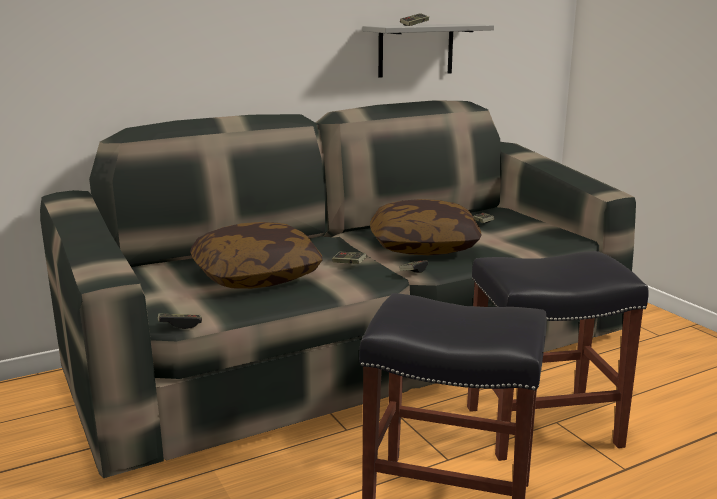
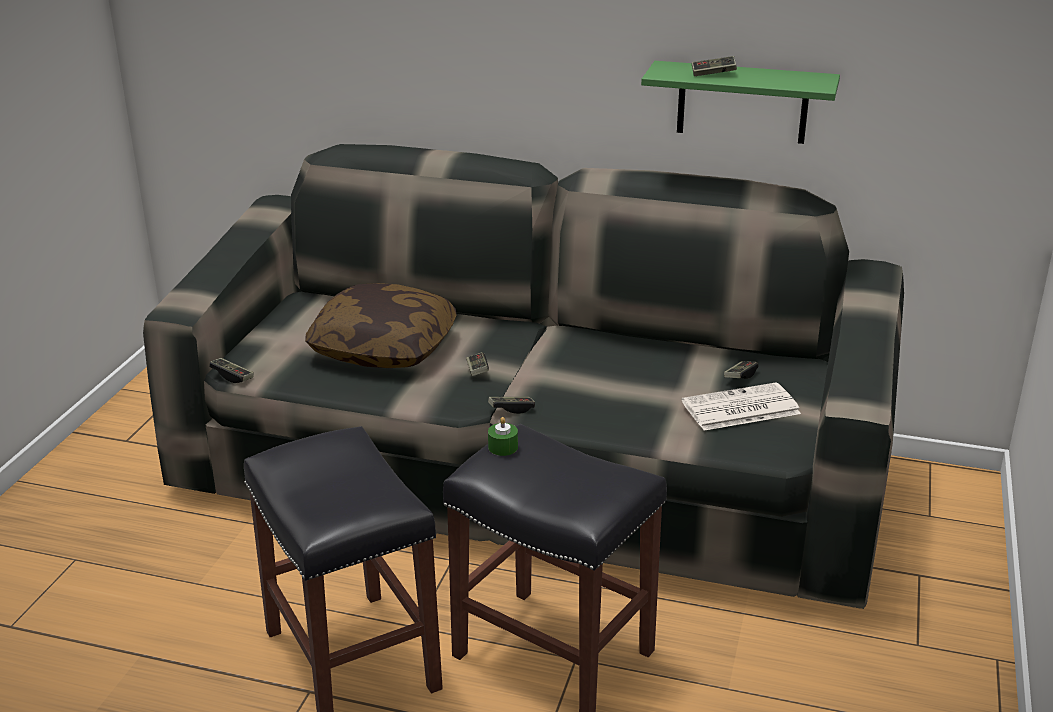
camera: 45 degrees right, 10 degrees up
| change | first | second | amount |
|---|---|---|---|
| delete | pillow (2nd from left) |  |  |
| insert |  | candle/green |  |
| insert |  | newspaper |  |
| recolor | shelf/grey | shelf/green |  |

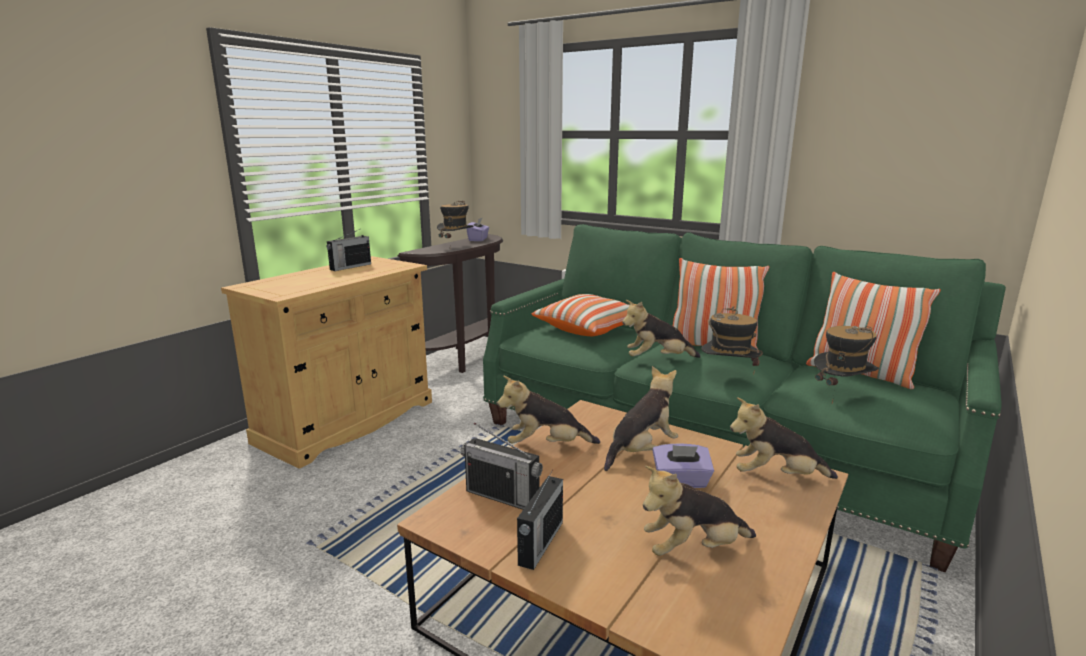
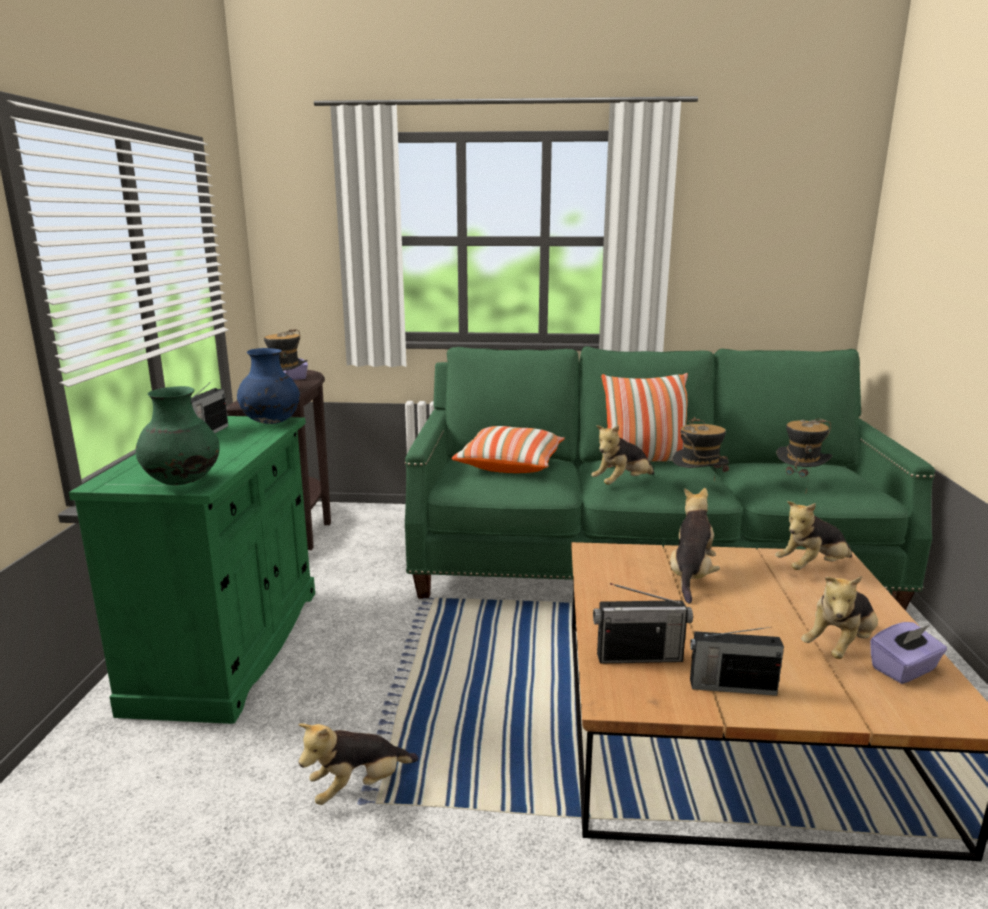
camera: 30 degrees left, 0 degrees up
| change | first | second | amount |
|---|---|---|---|
| delete | pillow (3rd from left) |  |  |
| insert |  | vase/green |  |
| insert |  | vase/blue |  |
| move | plush toy (1st from left) |  |  |
| move | tissue box/purple (2nd from left) |  |  |
| recolor | cabinet/beige | cabinet/green |  |
| rotate | radio (3rd from left) |  | 105 degrees clockwise |

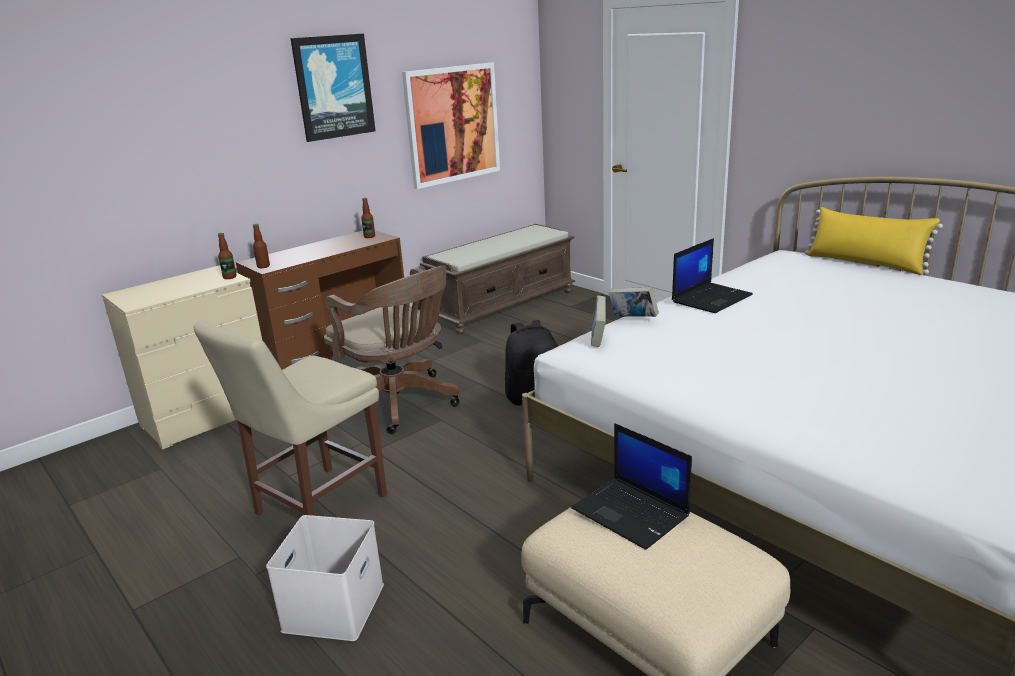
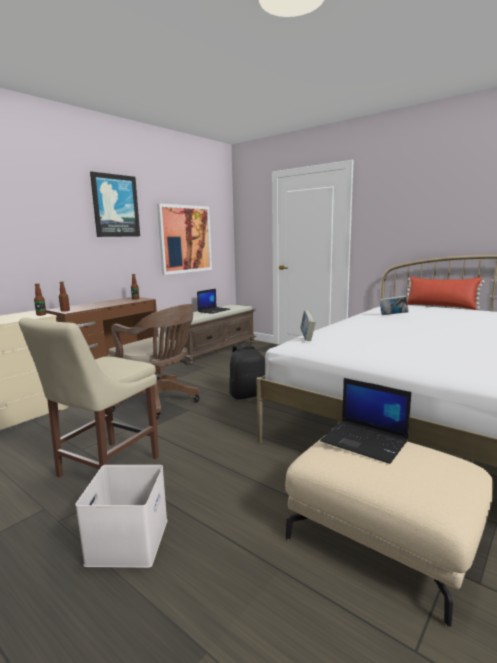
camera: 10 degrees left, 10 degrees down
| change | first | second | amount |
|---|---|---|---|
| move | book (2nd from left) |  |  |
| move | laptop (2nd from left in the first image) | laptop (1st from left) |  |
| recolor | pillow/yellow | pillow/red |  |

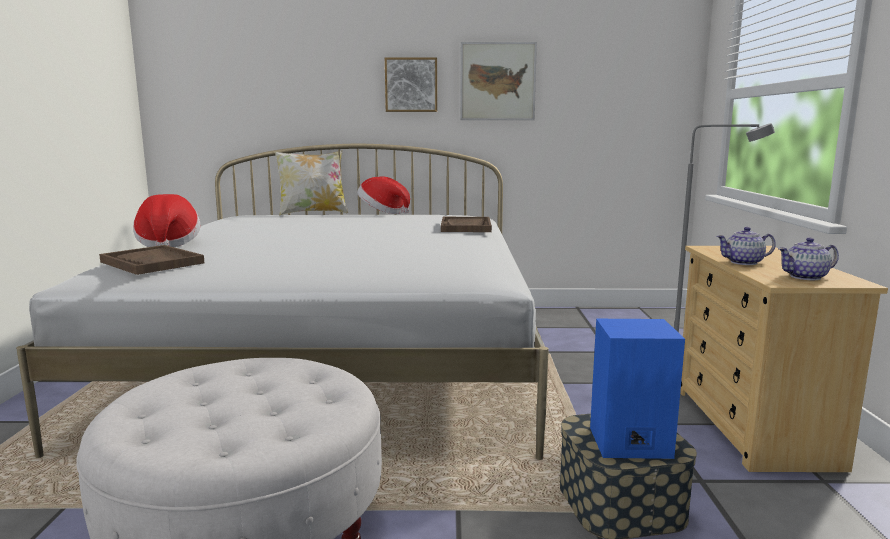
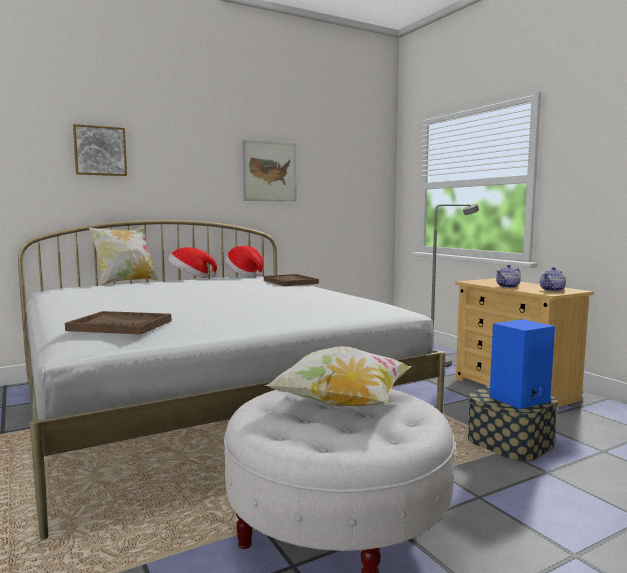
camera: 30 degrees left, 5 degrees down
| change | first | second | amount |
|---|---|---|---|
| insert |  | pillow (2nd from left) |  |
| move | hat (1st from left in the first image) | hat (2nd from left) |  |
| move | picture (1st from left) |  |  |

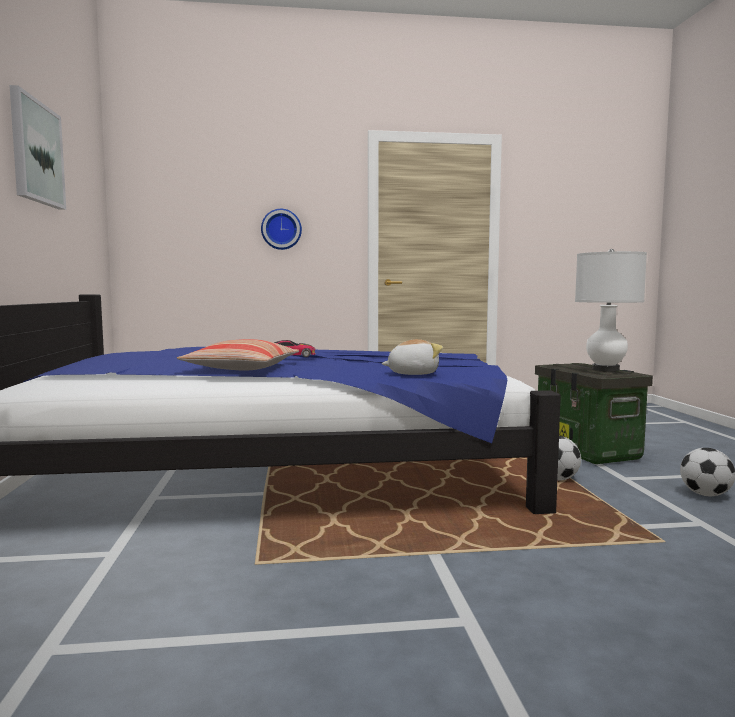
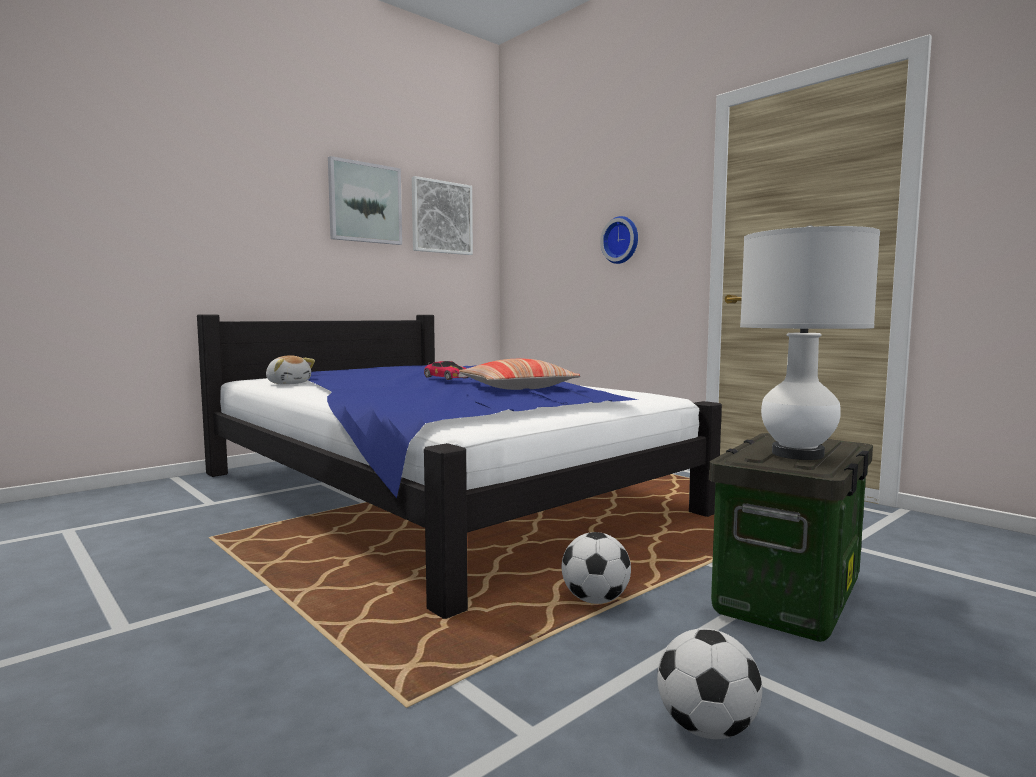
camera: 55 degrees right, 0 degrees up
| change | first | second | amount |
|---|---|---|---|
| insert |  | picture (2nd from left) |  |
| move | pillow |  |  |
| move | plush toy |  |  |

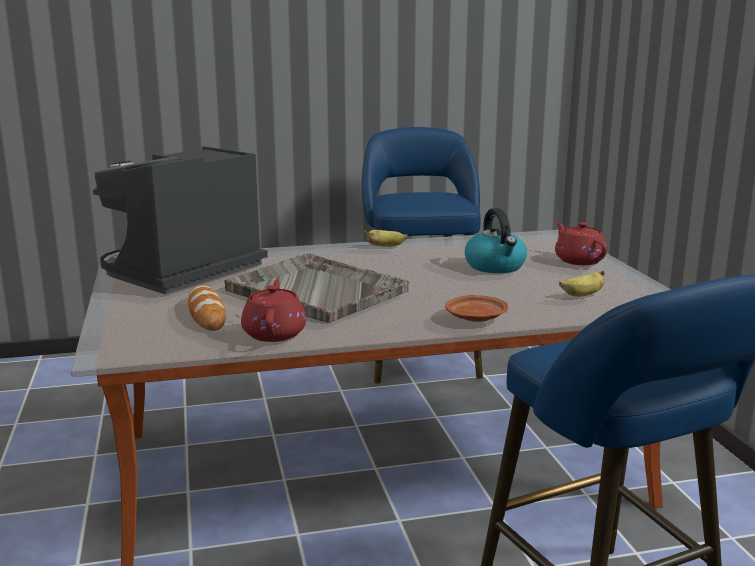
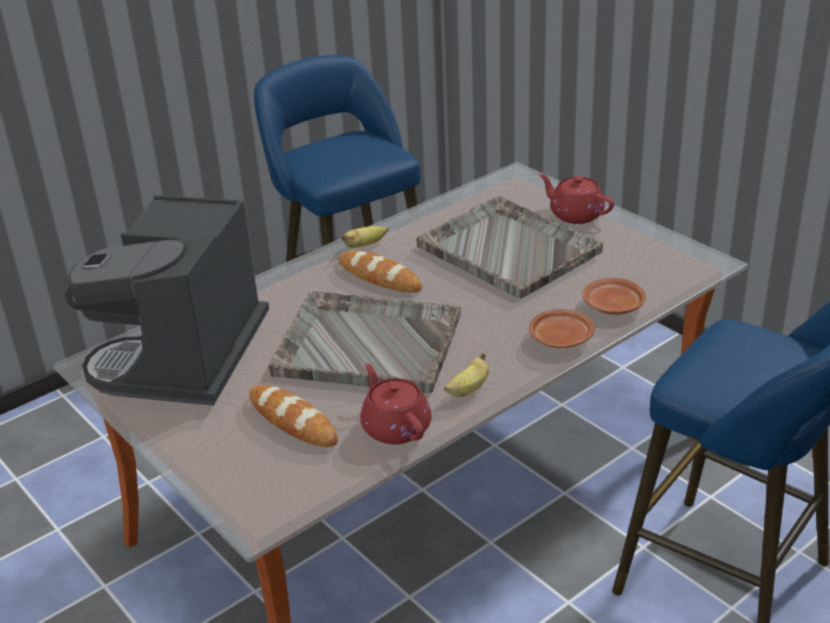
camera: 25 degrees left, 15 degrees up
| change | first | second | amount |
|---|---|---|---|
| insert |  | bread (2nd from left) |  |
| insert |  | plate/brown (2nd from left) |  |
| move | banana (2nd from left) |  |  |
| replace | kettle | tray/grey (2nd from left) |  |

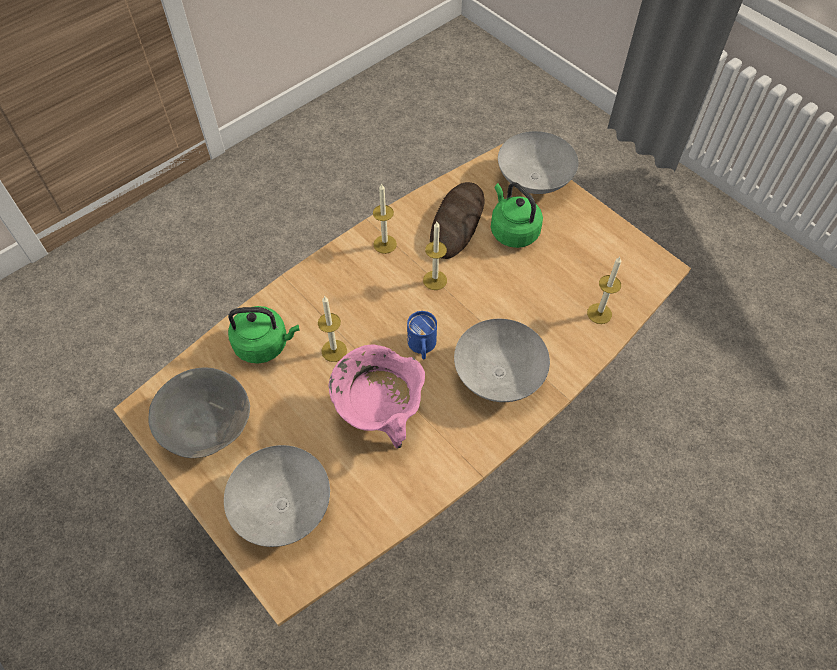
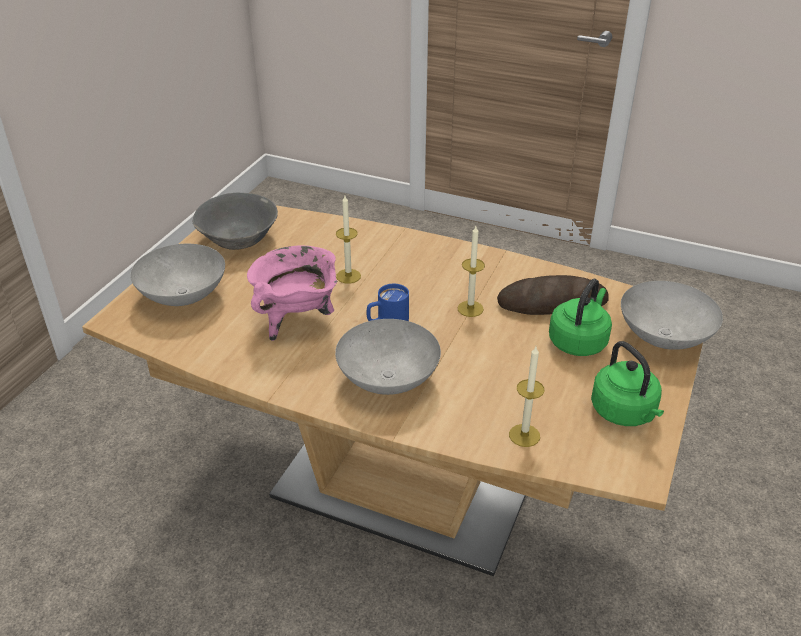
camera: 65 degrees right, 20 degrees down
| change | first | second | amount |
|---|---|---|---|
| delete | candle (2nd from left) |  |  |
| move | kettle/green (1st from left in the first image) | kettle/green (2nd from left) |  |

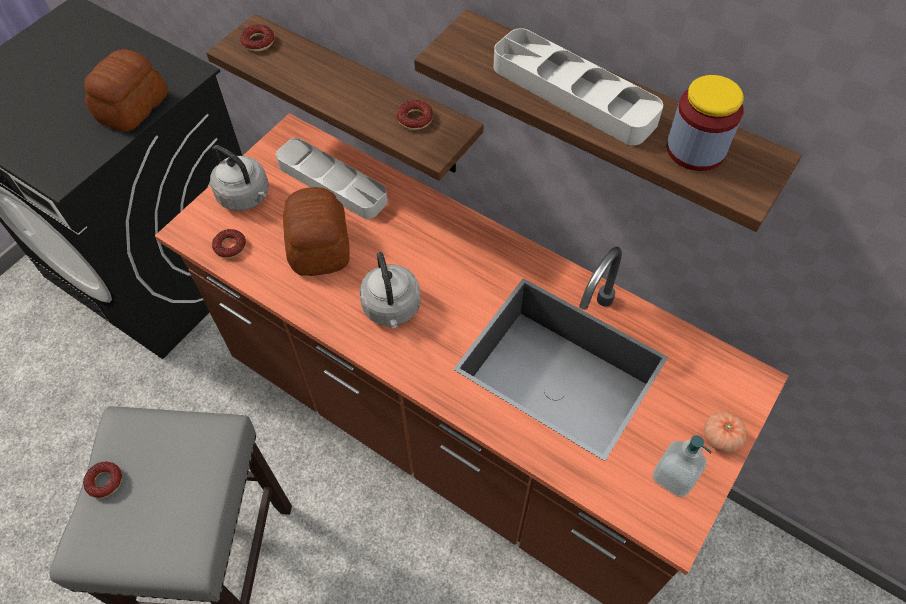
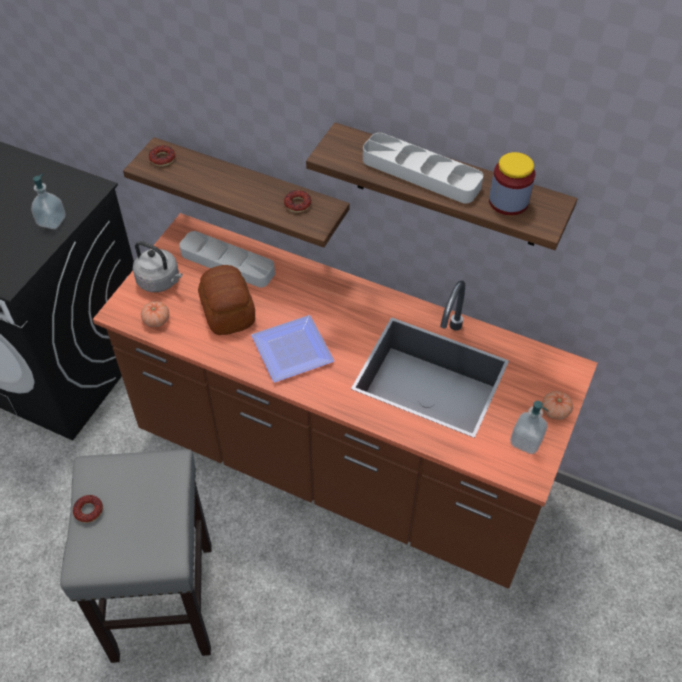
camera: 10 degrees left, 5 degrees down
| change | first | second | amount |
|---|---|---|---|
| replace | bread (1st from left) | soap dispenser (1st from left) |  |
| replace | donut (2nd from left) | tomato (1st from left) |  |
| replace | kettle/grey (2nd from left) | plate |  |

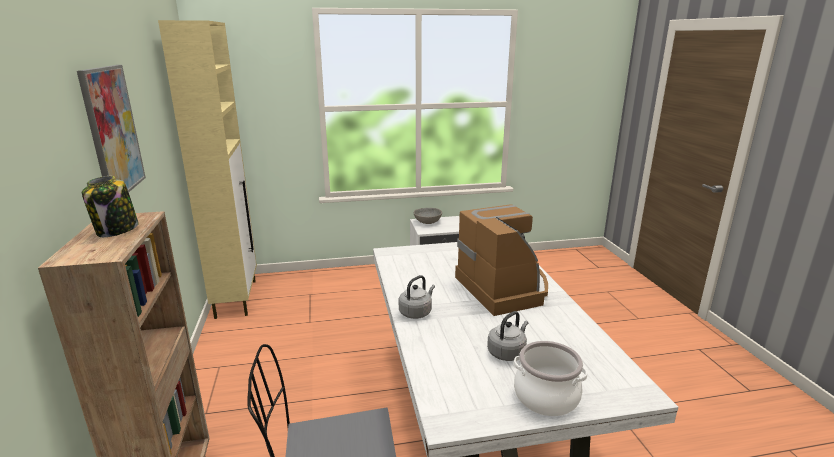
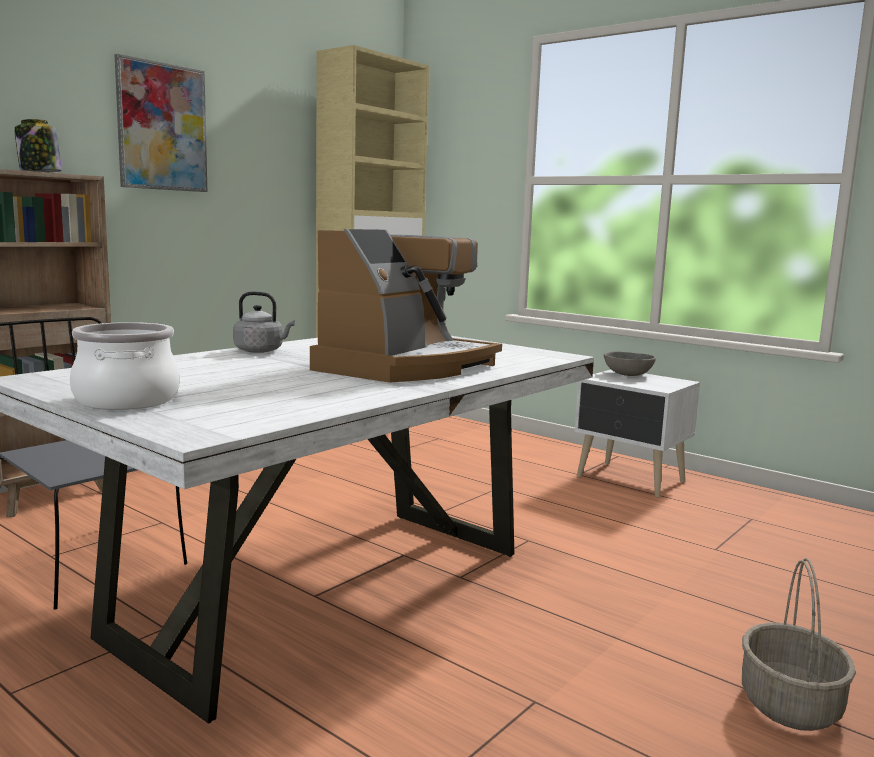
camera: 50 degrees right, 10 degrees down
| change | first | second | amount |
|---|---|---|---|
| delete | kettle/grey (2nd from left) |  |  |
| insert |  | basket |  |

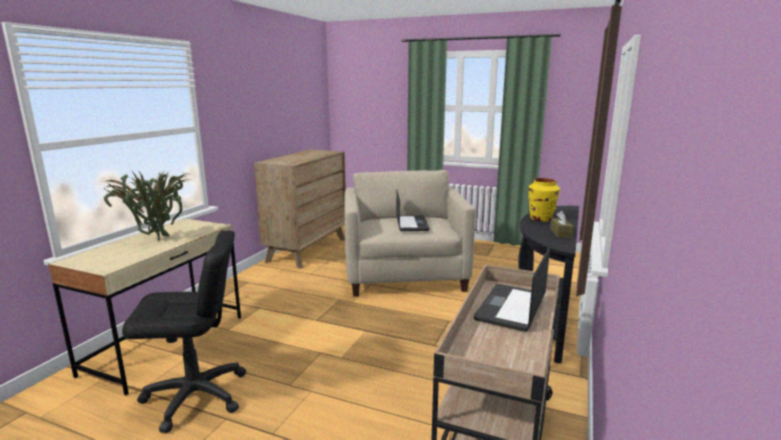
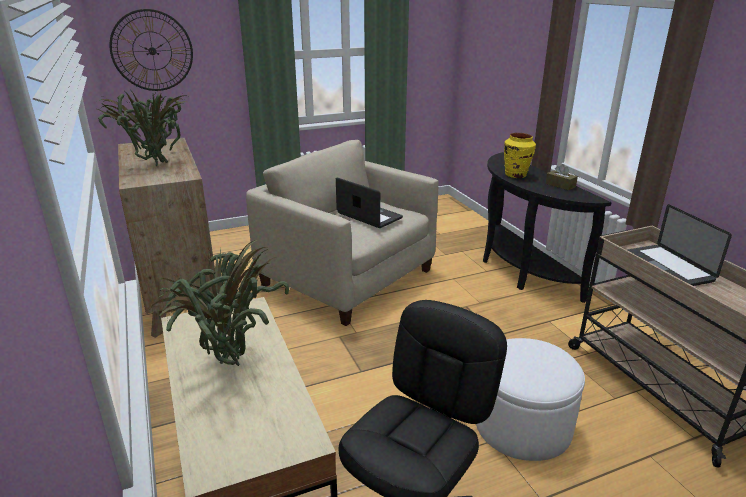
camera: 45 degrees left, 10 degrees up
| change | first | second | amount |
|---|---|---|---|
| insert |  | potted plant (1st from left) |  |
| insert |  | wall clock |  |
| insert |  | ottoman/white |  |

